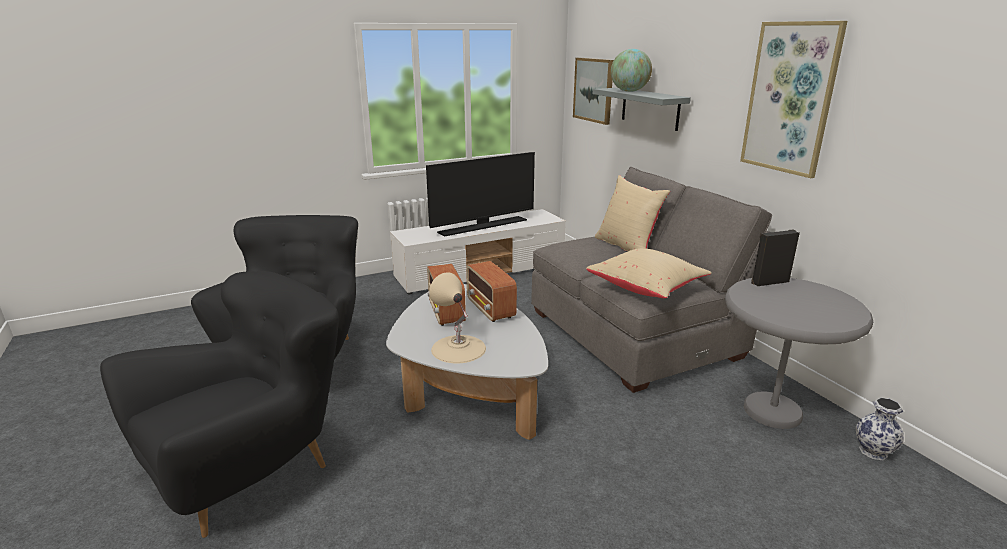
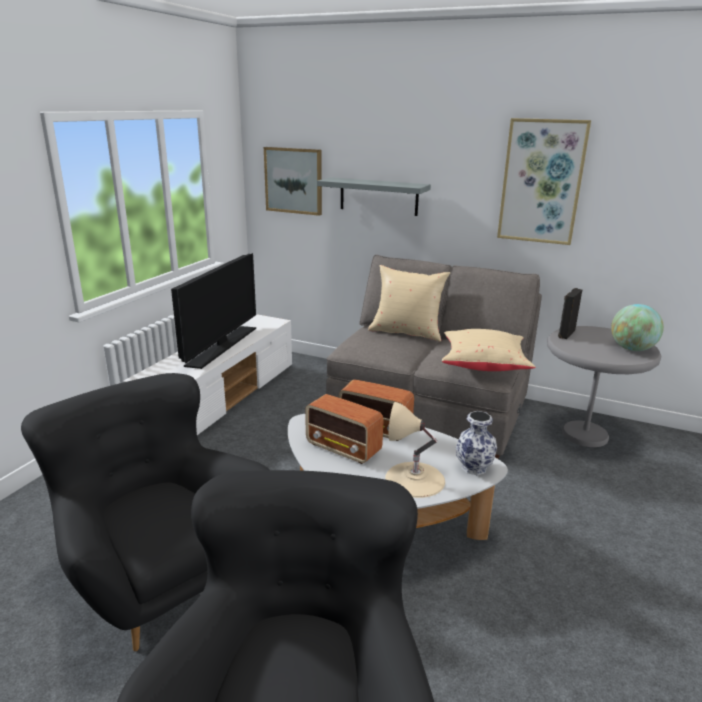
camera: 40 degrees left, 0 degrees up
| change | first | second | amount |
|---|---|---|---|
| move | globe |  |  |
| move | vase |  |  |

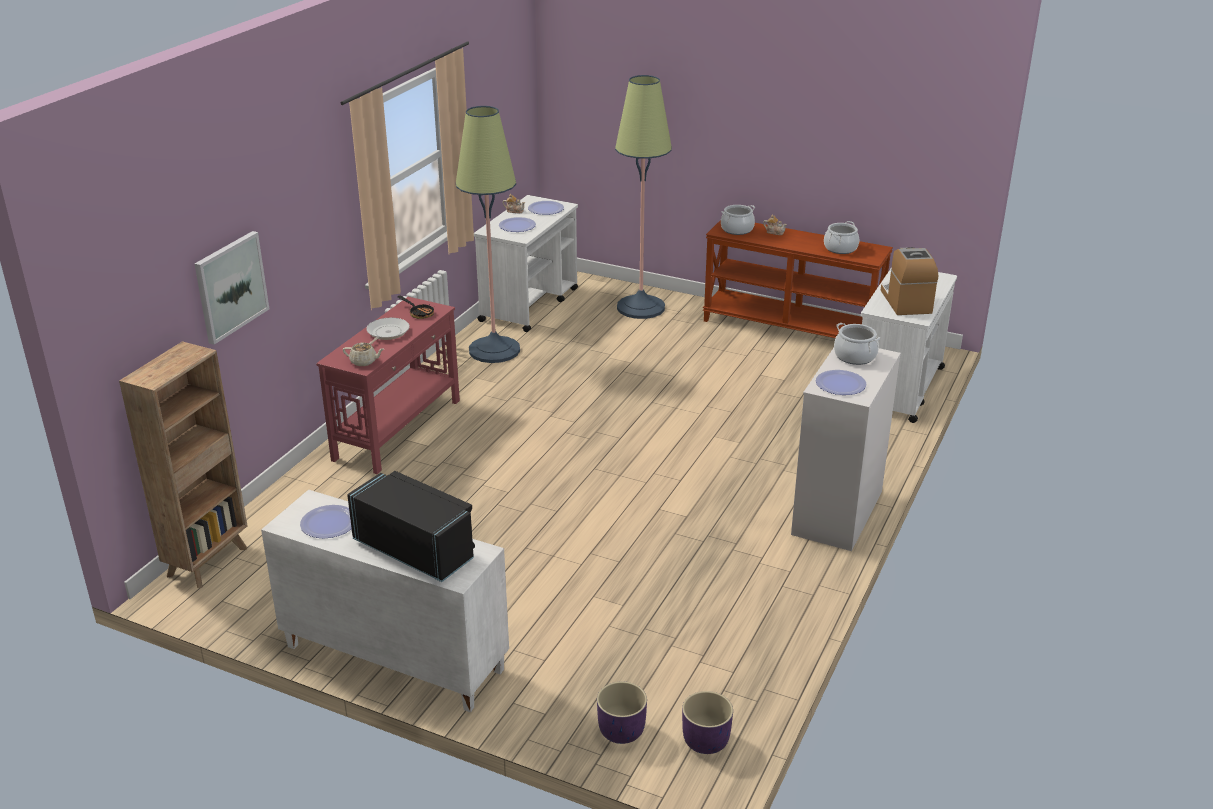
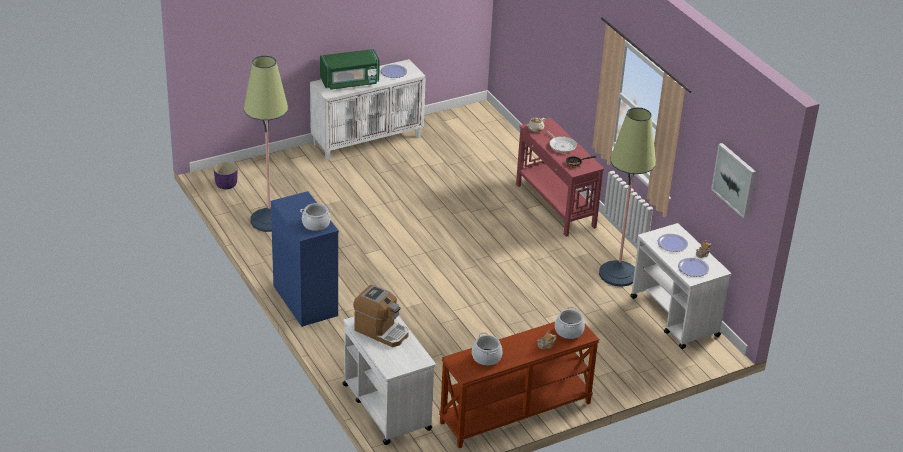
camera: 125 degrees right, 5 degrees up
| change | first | second | amount |
|---|---|---|---|
| delete | bookcase/brown |  |  |
| delete | planter/purple (1st from left) |  |  |
| delete | plate (4th from left) |  |  |
| move | picture |  |  |
| move | floor lamp (2nd from left in the first image) | floor lamp (1st from left) |  |
| recolor | microwave/black | microwave/green |  |
| recolor | dresser/white | dresser/blue |  |

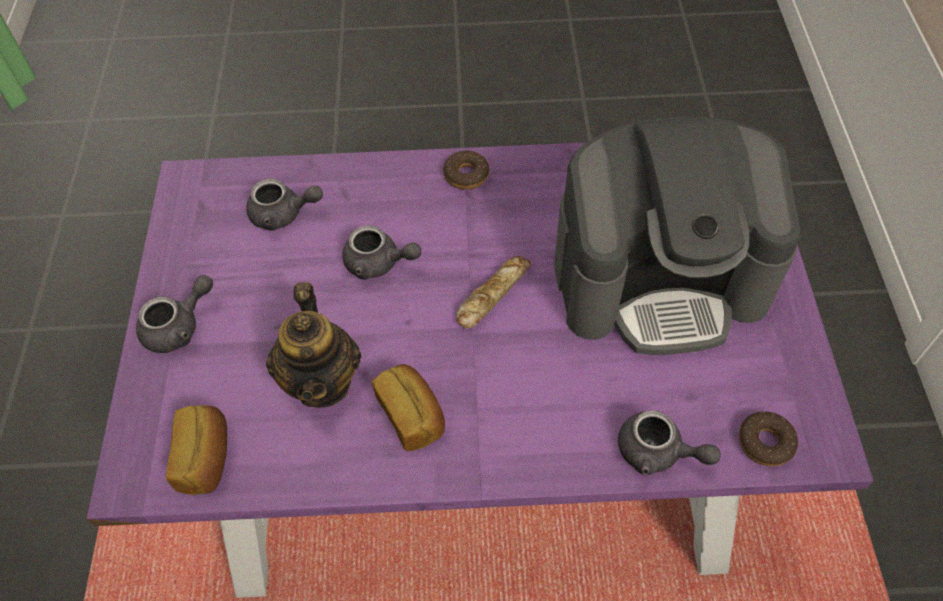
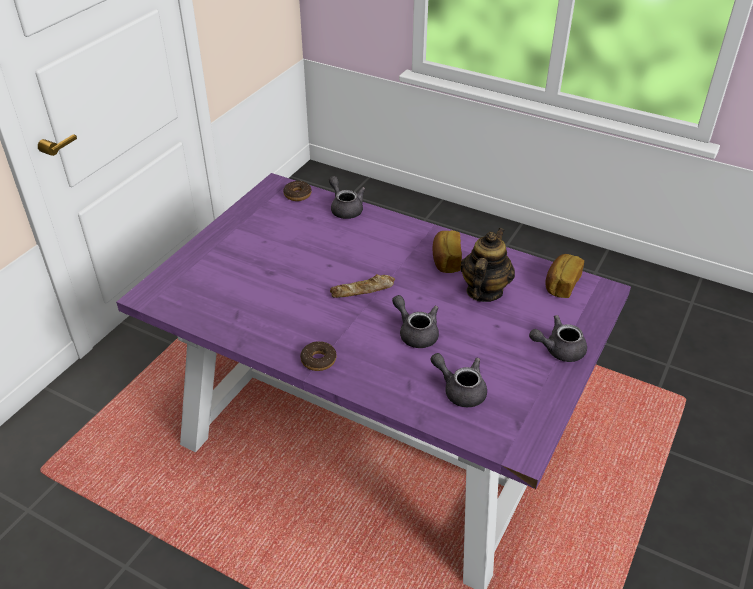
camera: 150 degrees left, 15 degrees down
| change | first | second | amount |
|---|---|---|---|
| delete | coffee machine |  |  |

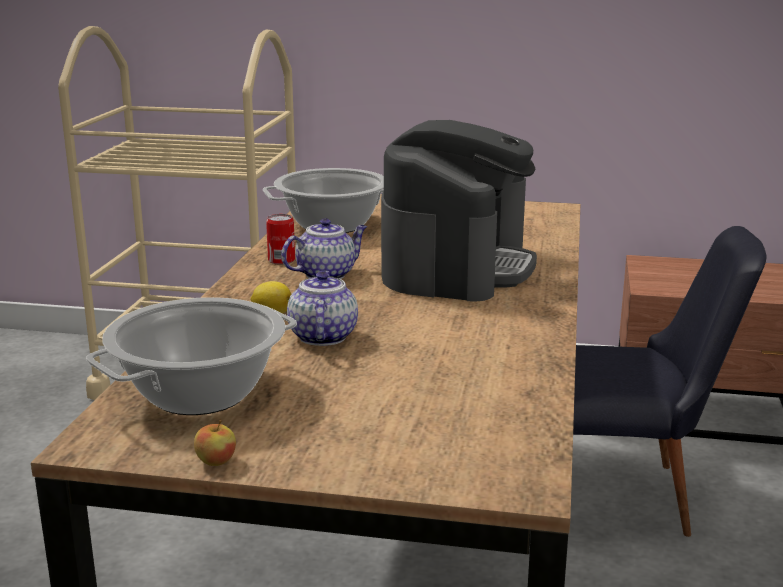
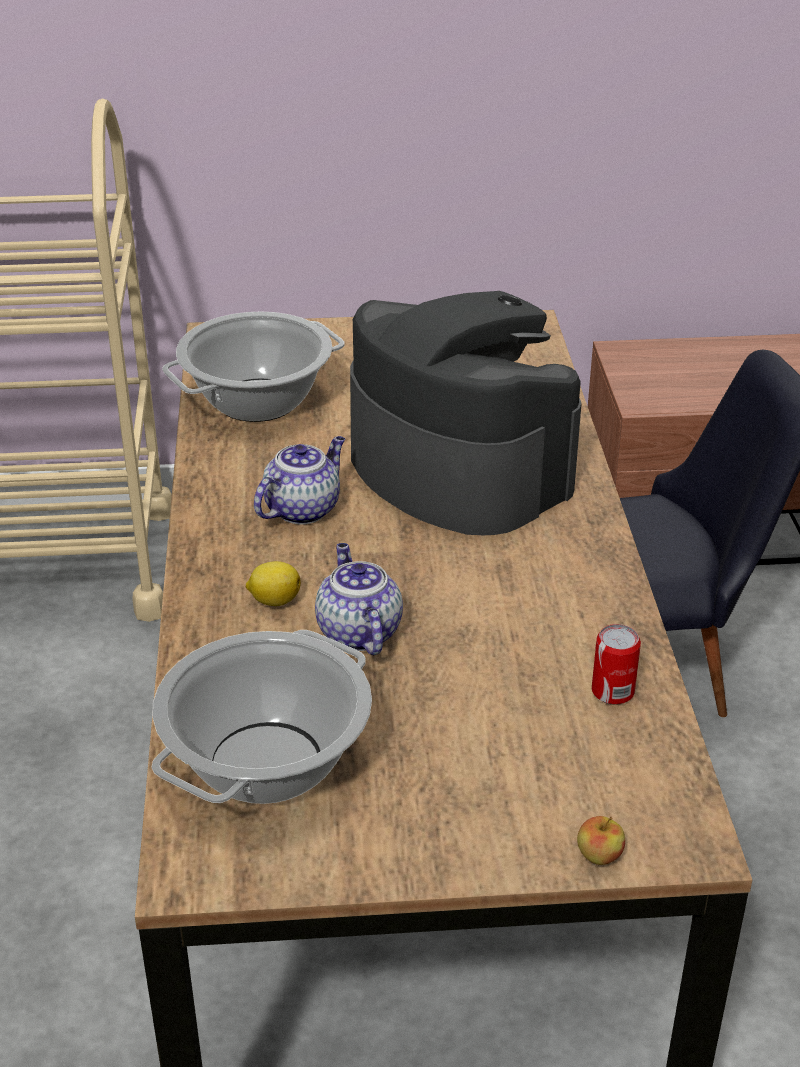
camera: 15 degrees left, 15 degrees up
| change | first | second | amount |
|---|---|---|---|
| move | apple |  |  |
| move | can |  |  |
| rotate | coffee machine |  | 45 degrees counterclockwise |

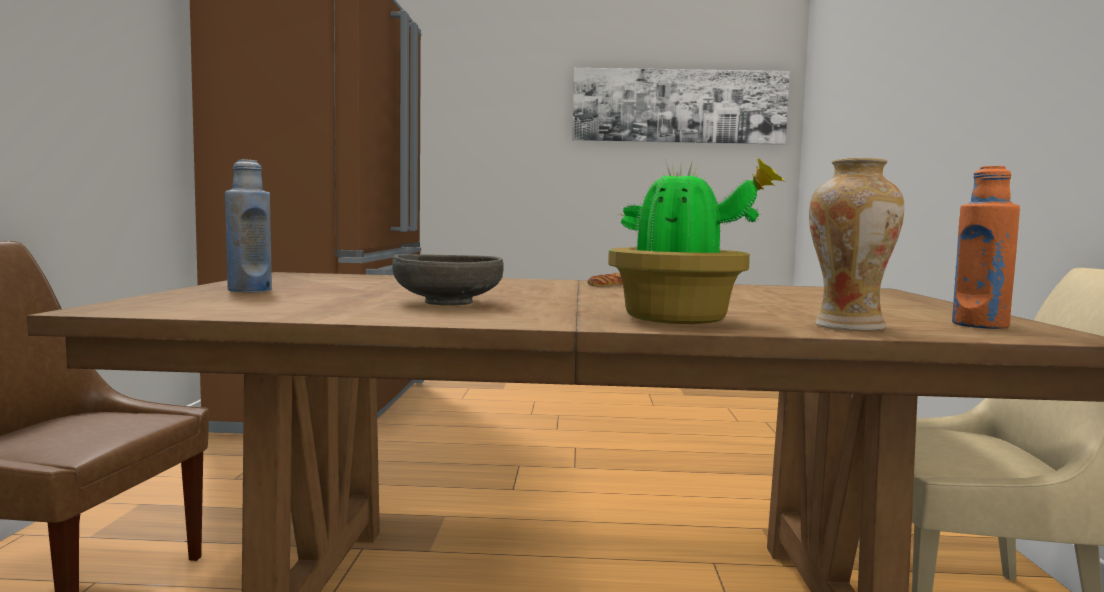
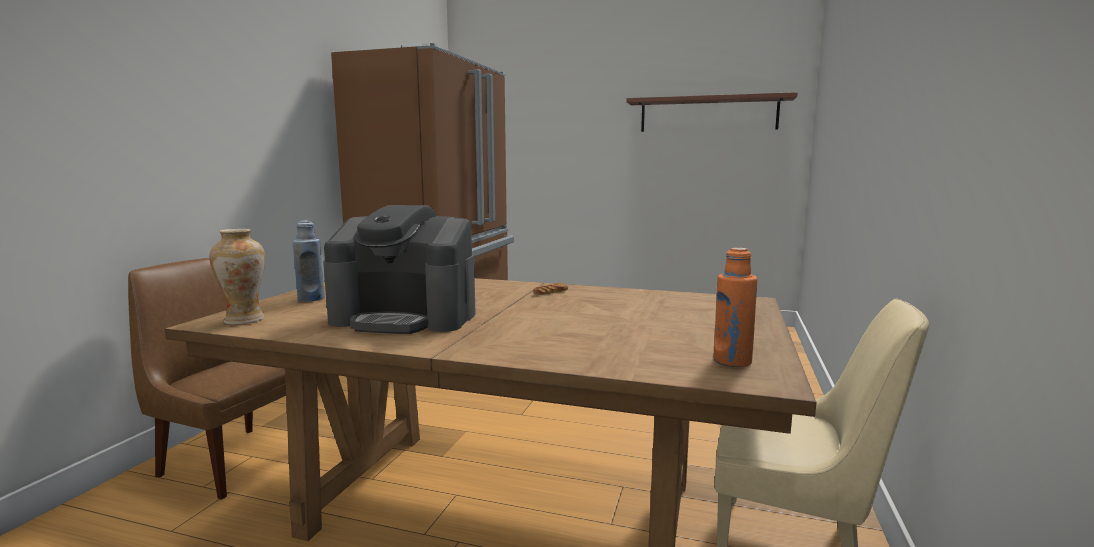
camera: 15 degrees right, 5 degrees up
| change | first | second | amount |
|---|---|---|---|
| delete | potted plant |  |  |
| move | vase |  |  |
| replace | bowl/grey | coffee machine |  |
| replace | picture | shelf/brown |  |

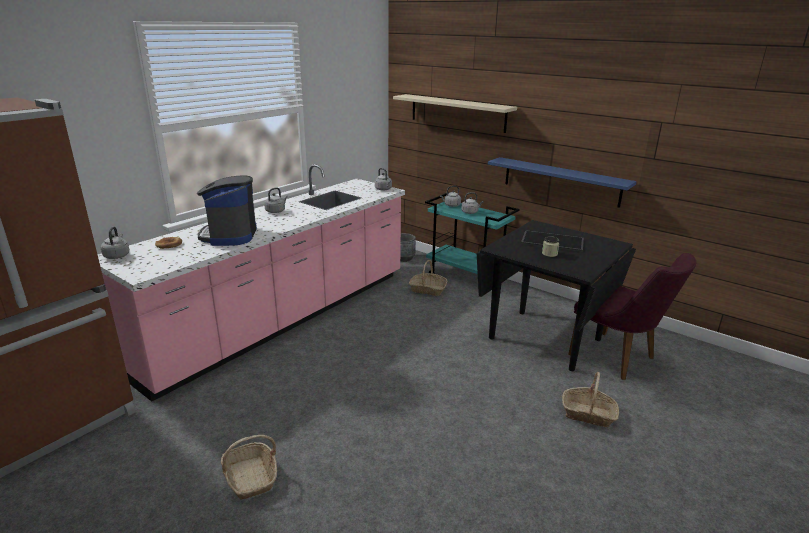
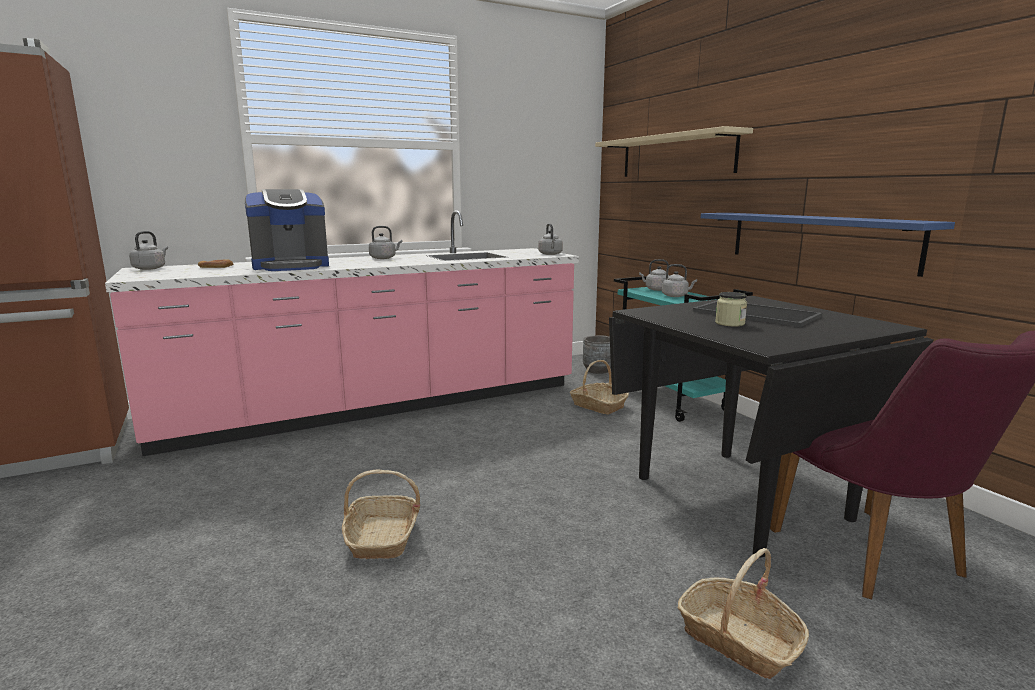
camera: 25 degrees right, 10 degrees down
| change | first | second | amount |
|---|---|---|---|
| move | basket (1st from left) |  |  |
| rotate | coffee machine |  | 135 degrees counterclockwise |

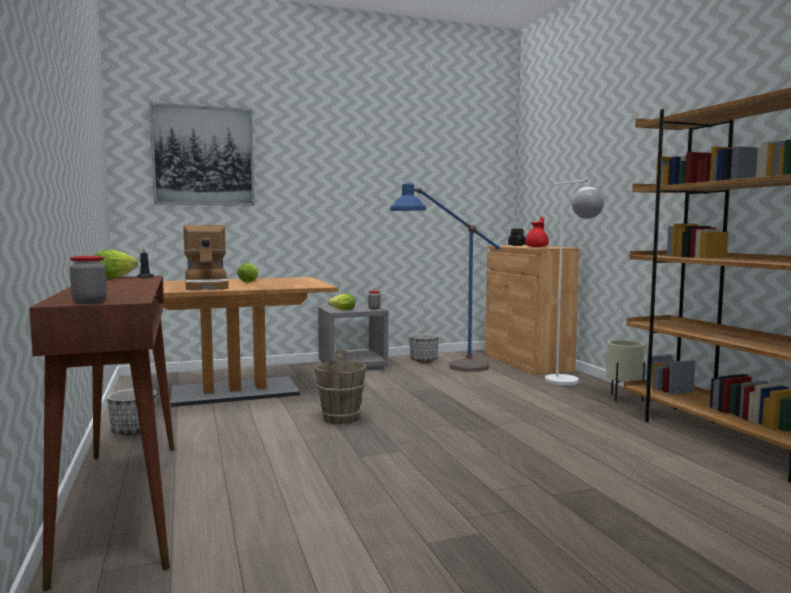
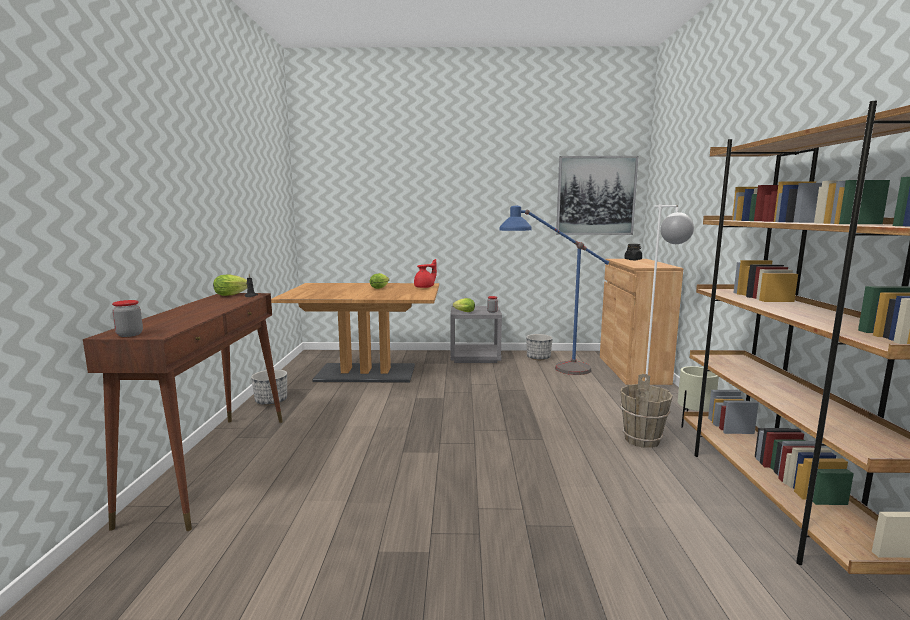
camera: 20 degrees right, 5 degrees up
| change | first | second | amount |
|---|---|---|---|
| delete | coffee machine |  |  |
| move | picture |  |  |
| move | bucket/brown |  |  |
| move | teapot/red |  |  |

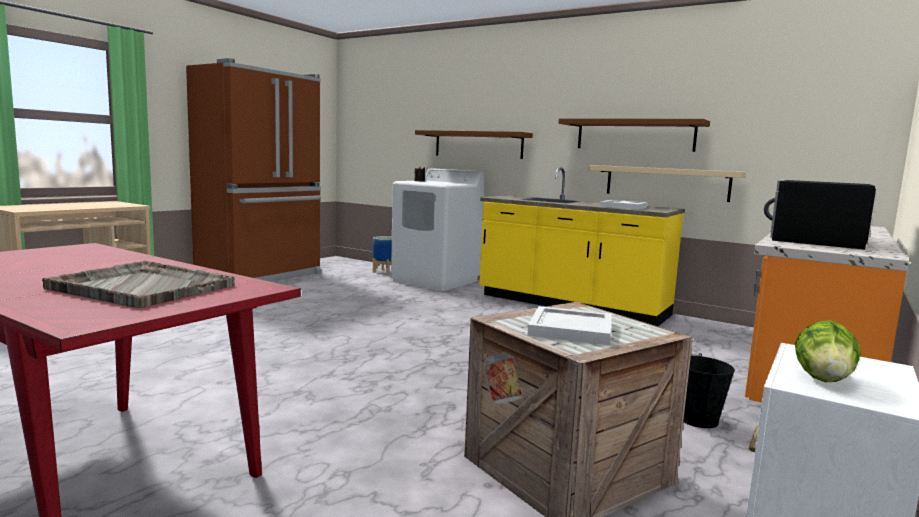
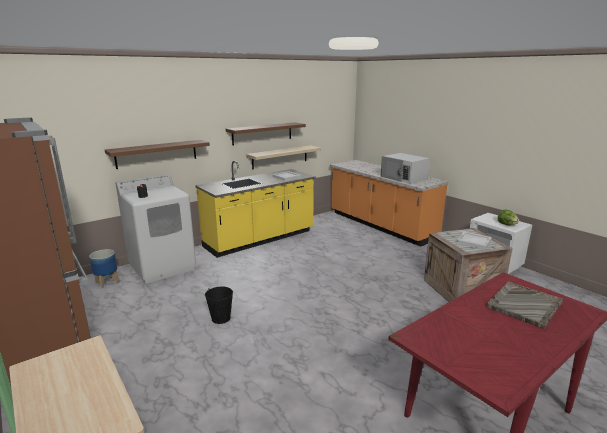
camera: 70 degrees left, 10 degrees up
| change | first | second | amount |
|---|---|---|---|
| move | bucket/black |  |  |
| recolor | microwave/black | microwave/white |  |

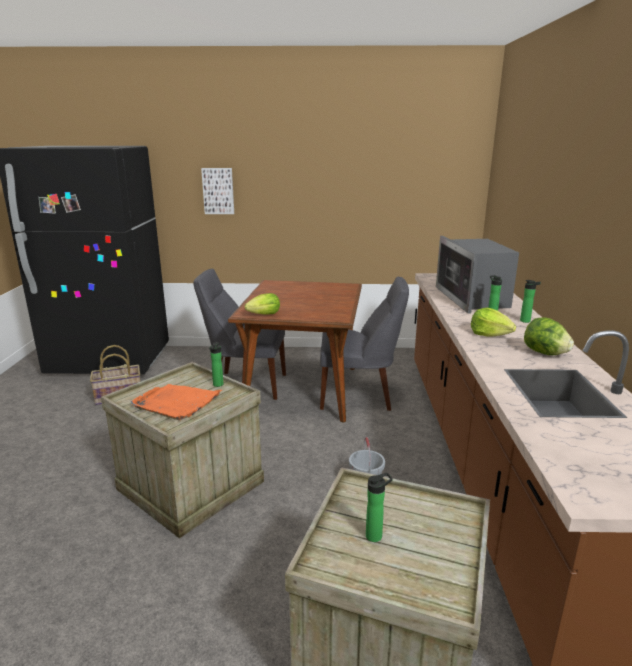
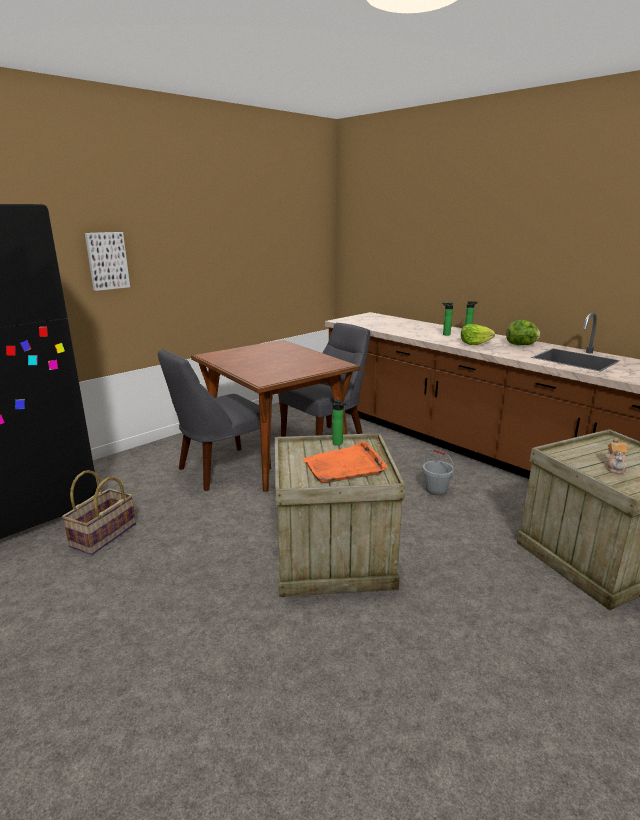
camera: 45 degrees left, 0 degrees up
| change | first | second | amount |
|---|---|---|---|
| delete | lettuce (1st from left) |  |  |
| delete | microwave |  |  |
| replace | bottle (2nd from left) | teapot |  |

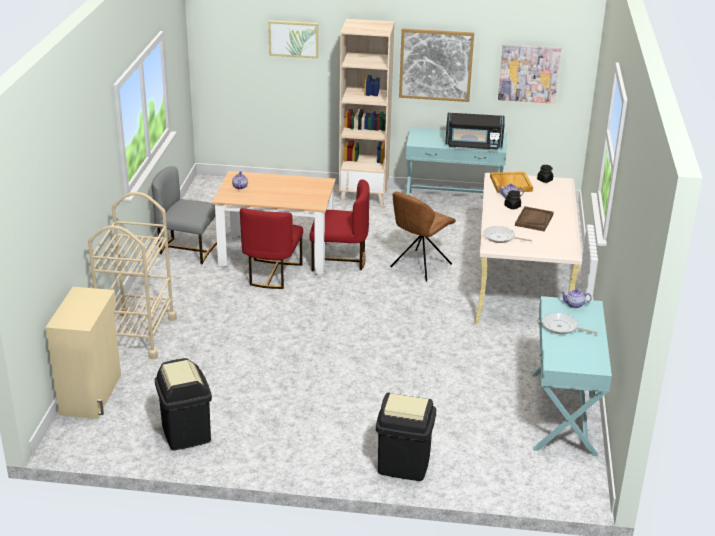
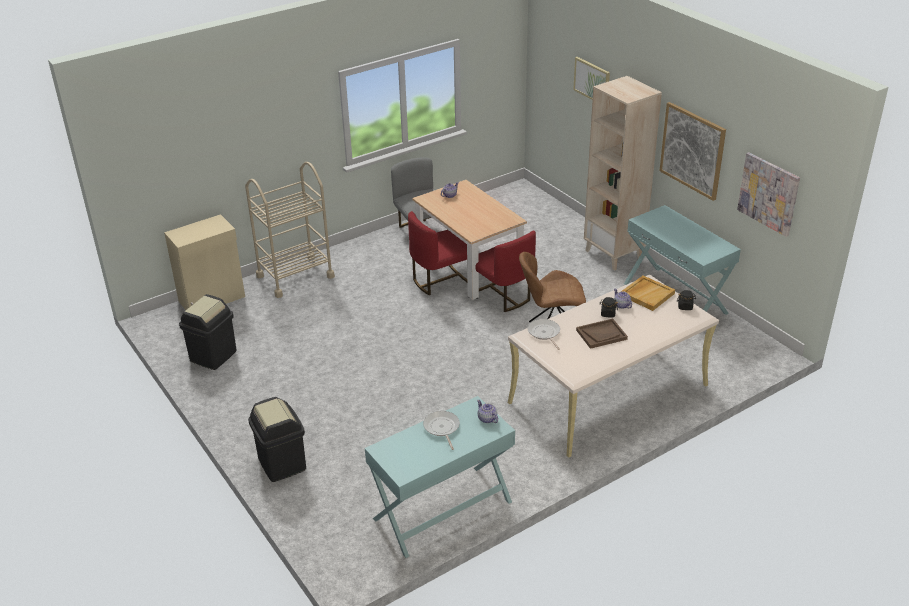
camera: 50 degrees right, 5 degrees up
| change | first | second | amount |
|---|---|---|---|
| delete | microwave/black |  |  |

